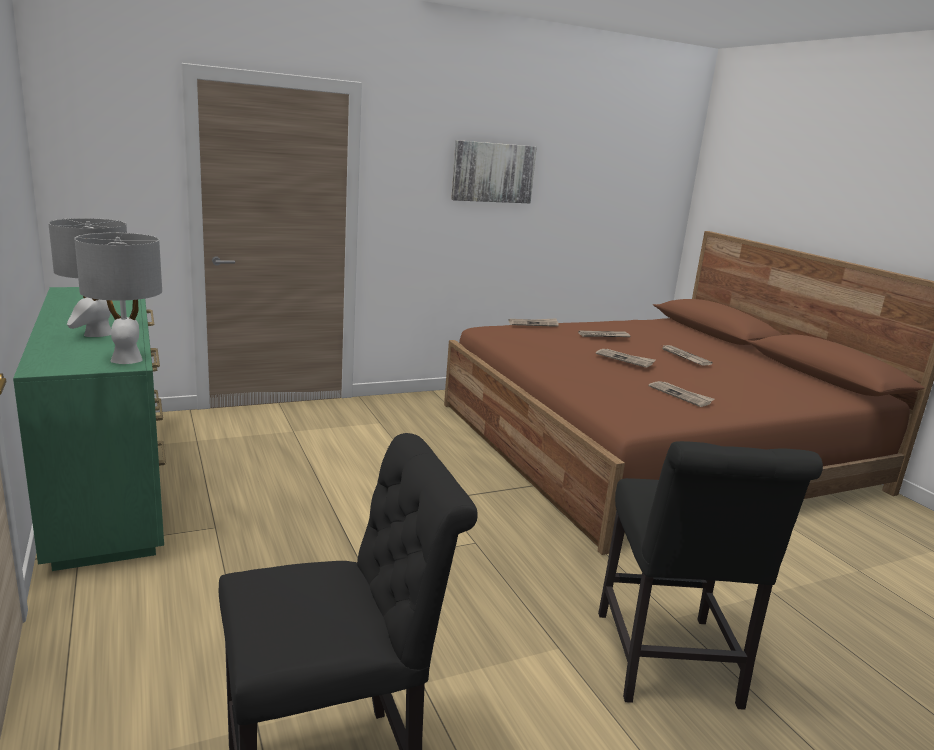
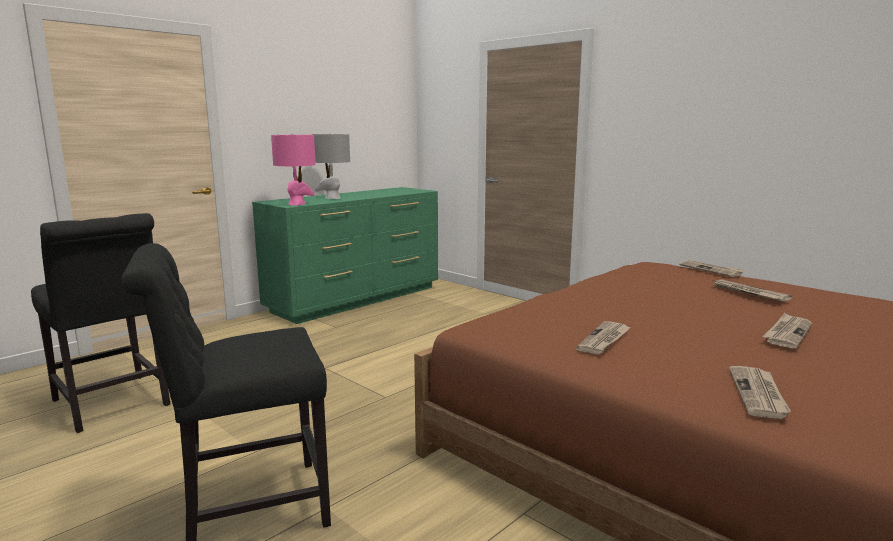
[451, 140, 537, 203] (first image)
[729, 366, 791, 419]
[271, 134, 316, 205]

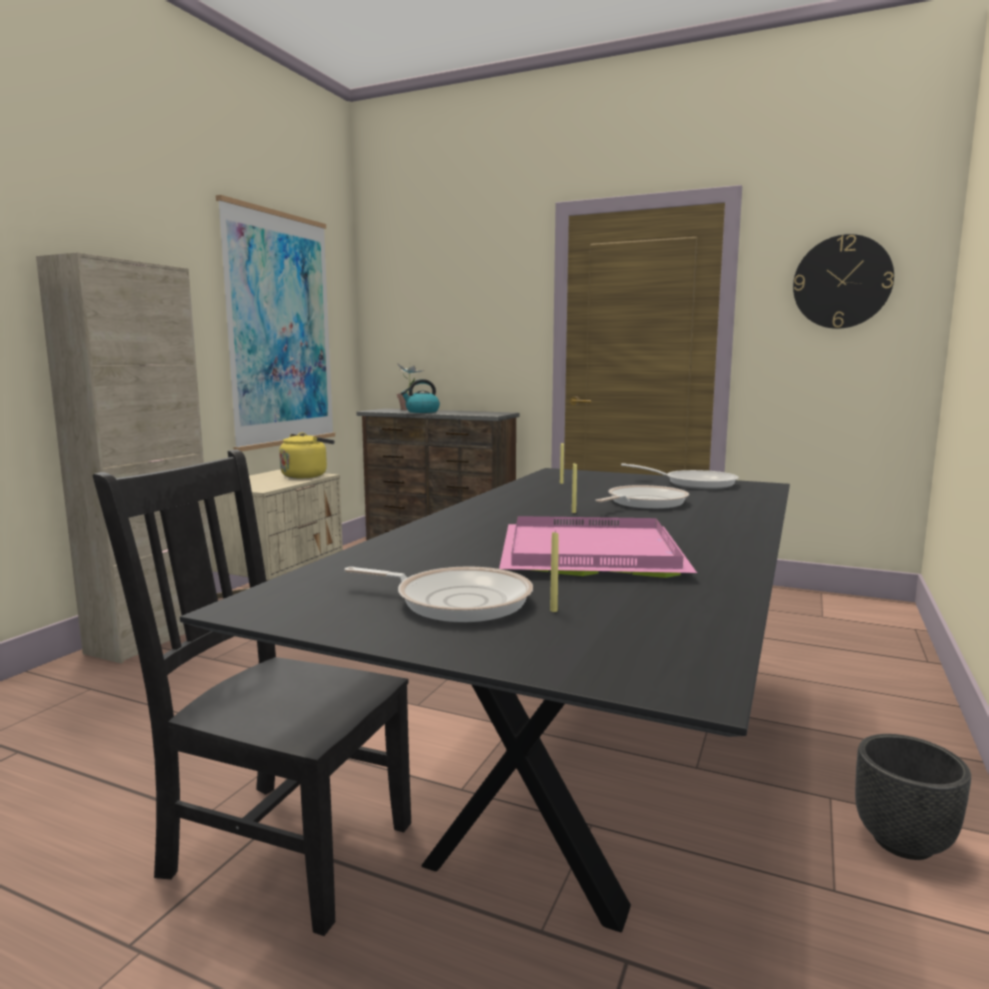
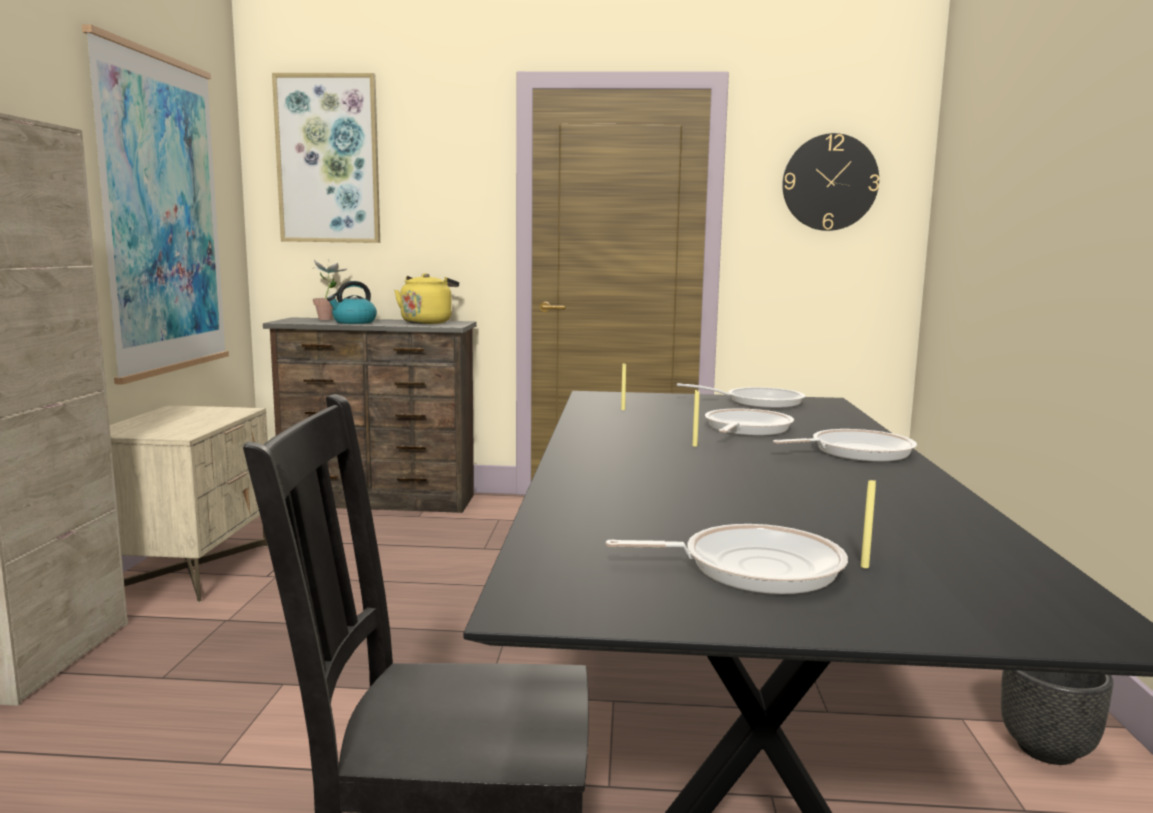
[499, 516, 697, 578] (first image)
[272, 73, 380, 243]
[773, 429, 917, 462]
[394, 273, 459, 324]

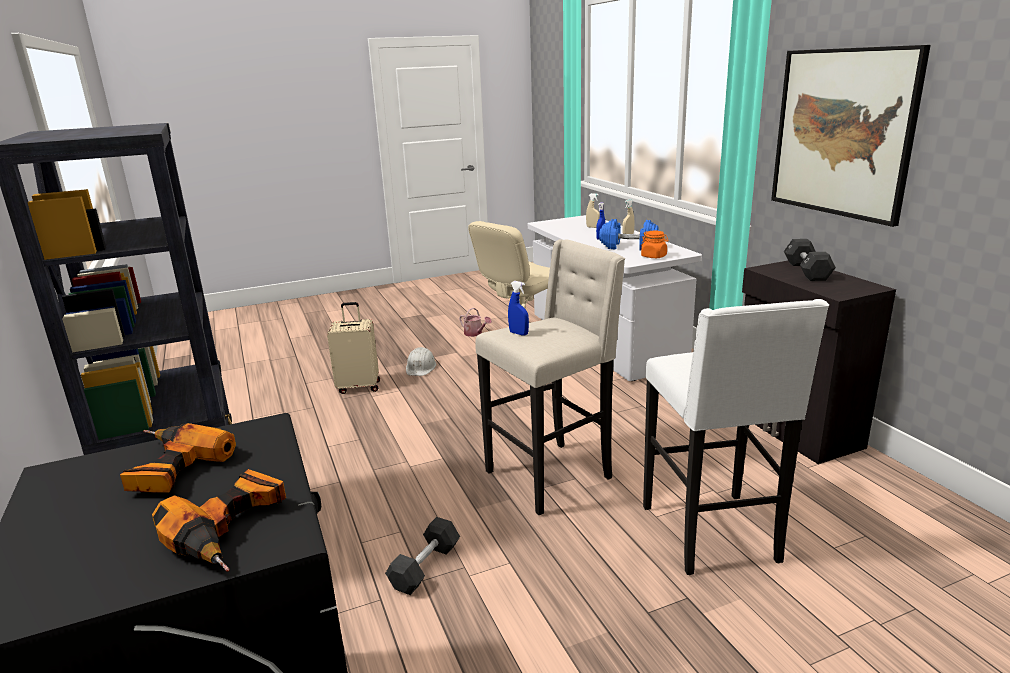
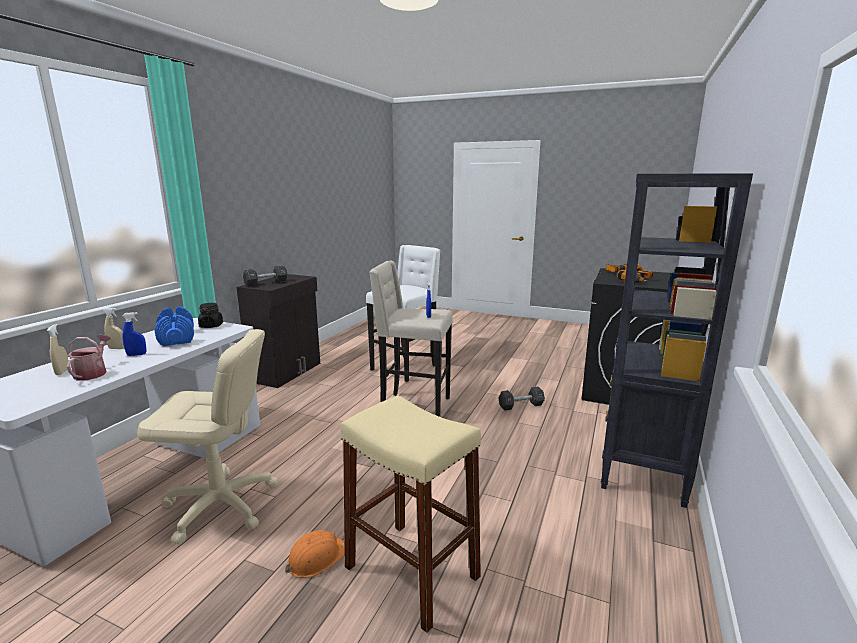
[771, 45, 931, 227] (first image)
[67, 335, 111, 381]
[340, 396, 481, 633]
[285, 530, 344, 578]
[198, 303, 223, 328]

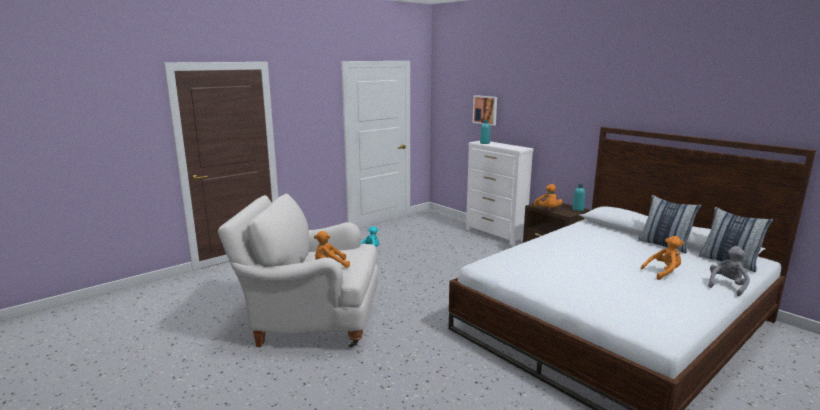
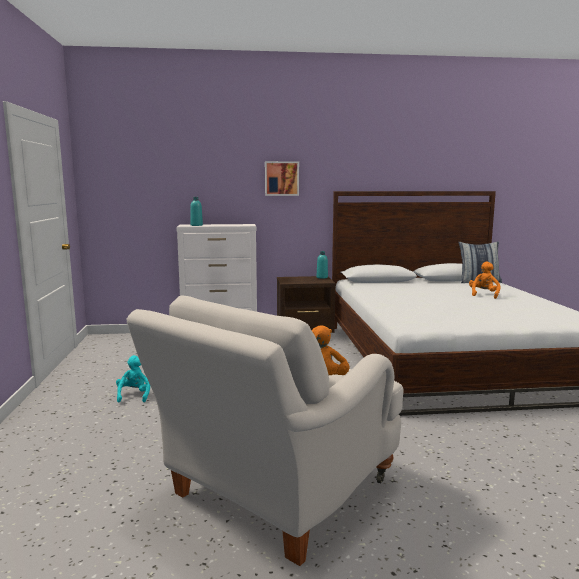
[534, 184, 562, 208] (first image)
[638, 195, 701, 253] (first image)
[708, 246, 750, 296] (first image)
[265, 161, 299, 196]

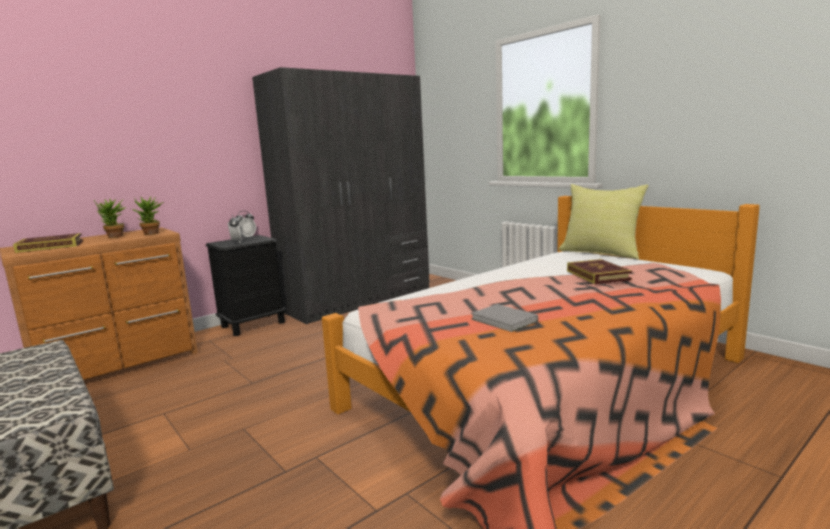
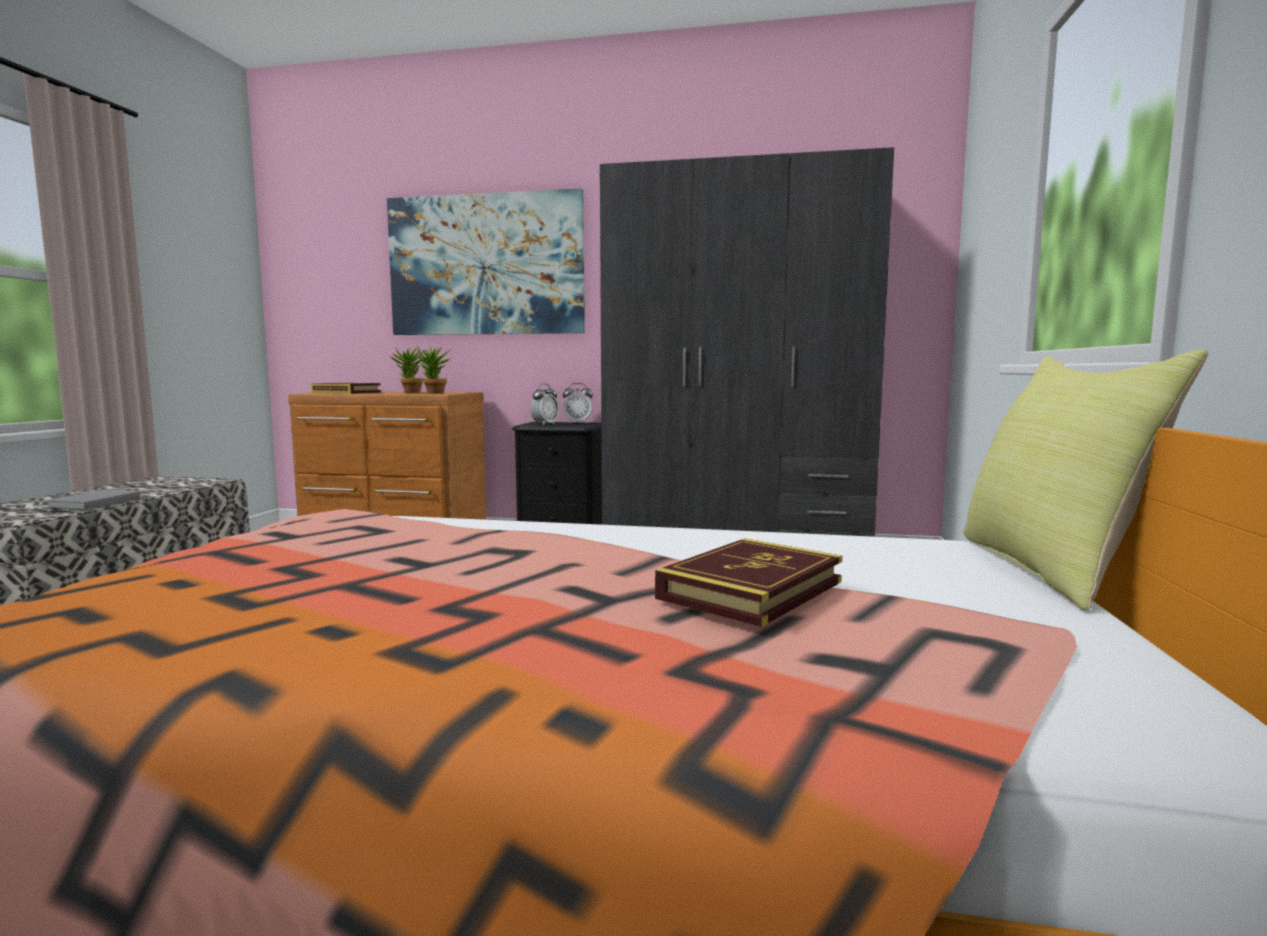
[387, 188, 585, 335]
[45, 490, 141, 510]

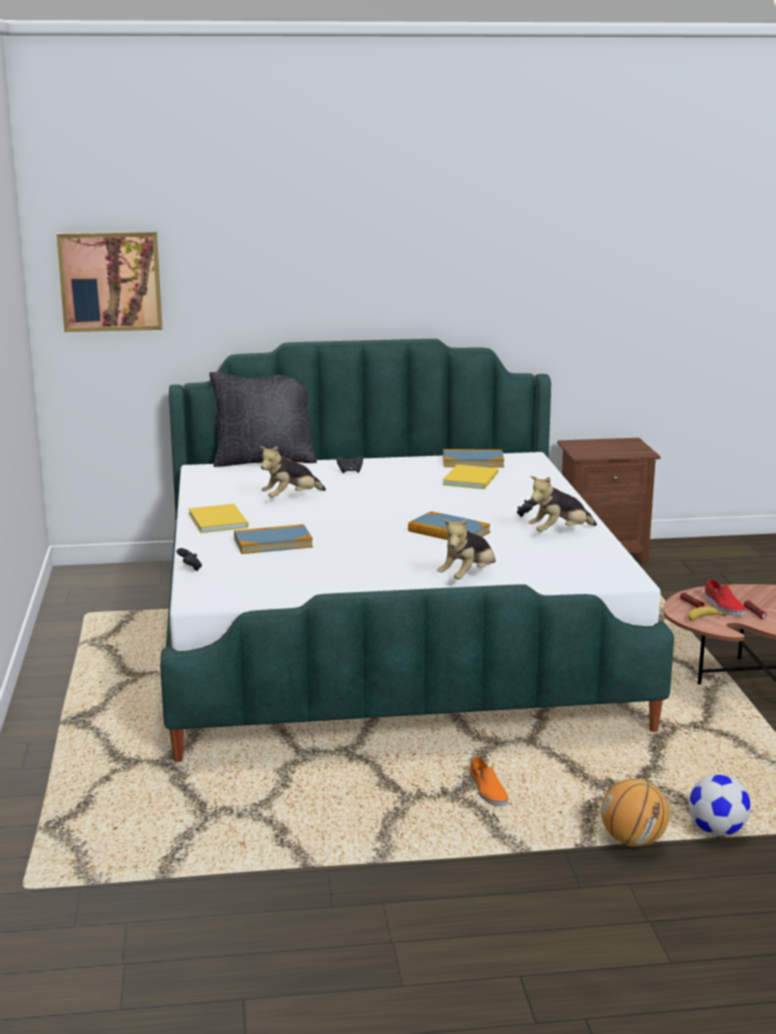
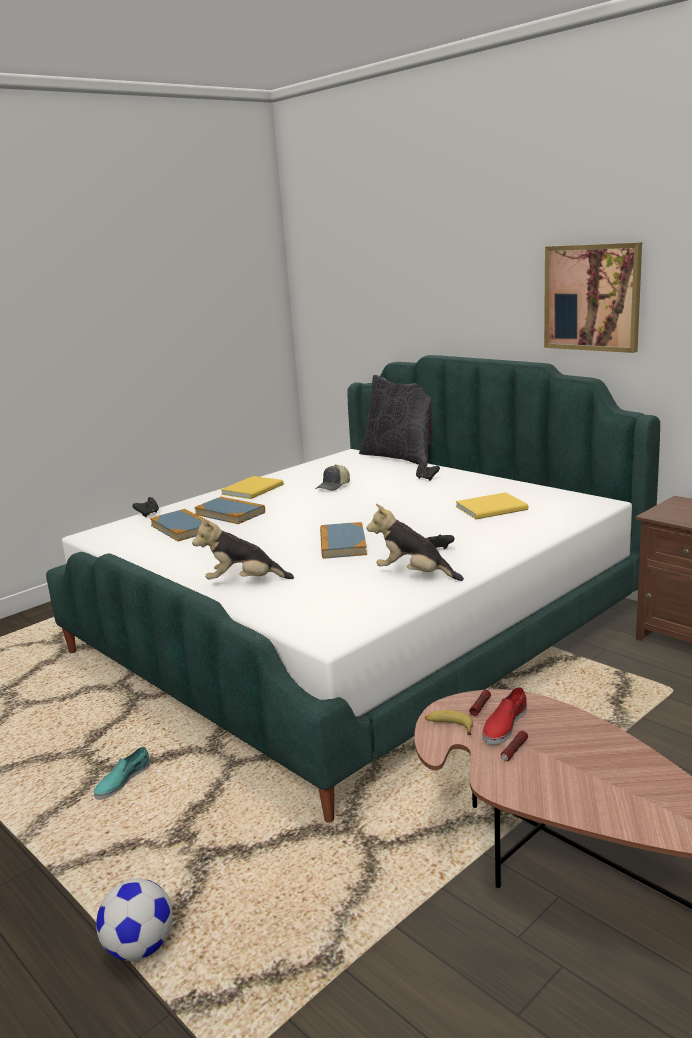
[601, 778, 669, 847] (first image)
[544, 242, 642, 353]
[150, 509, 210, 541]
[315, 464, 350, 491]
[94, 747, 150, 800]

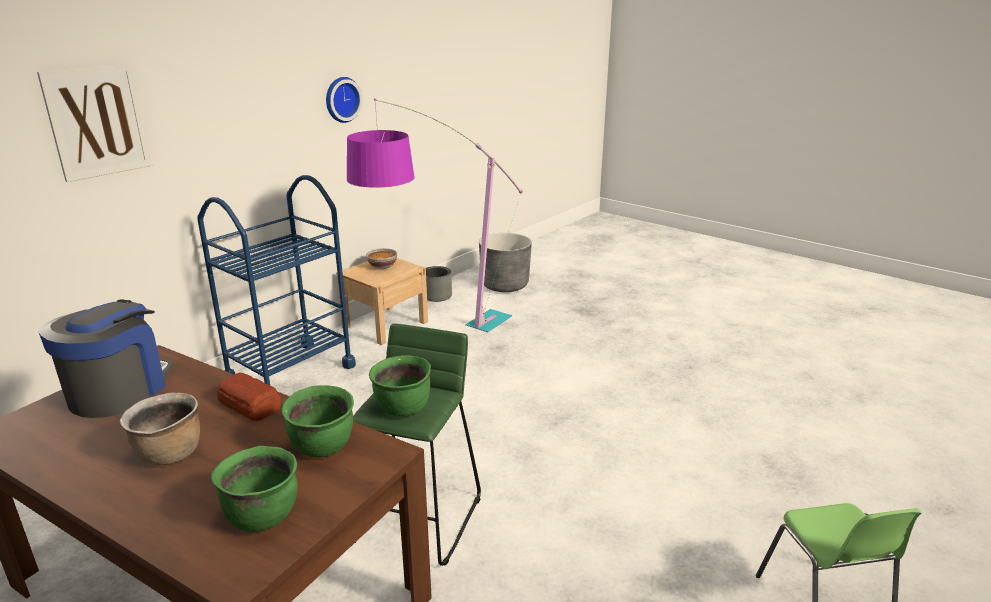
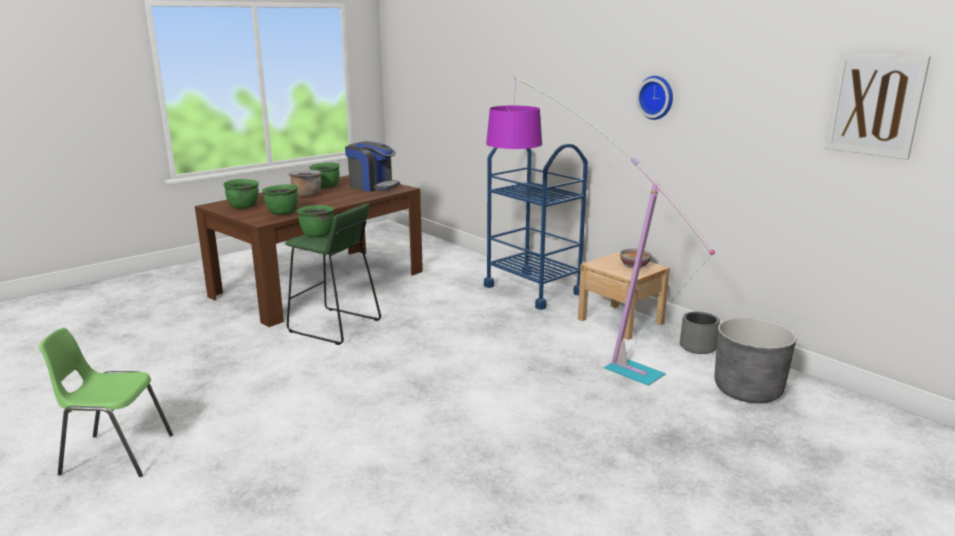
[217, 373, 281, 421] (first image)
[309, 163, 340, 189]
[825, 53, 931, 160]

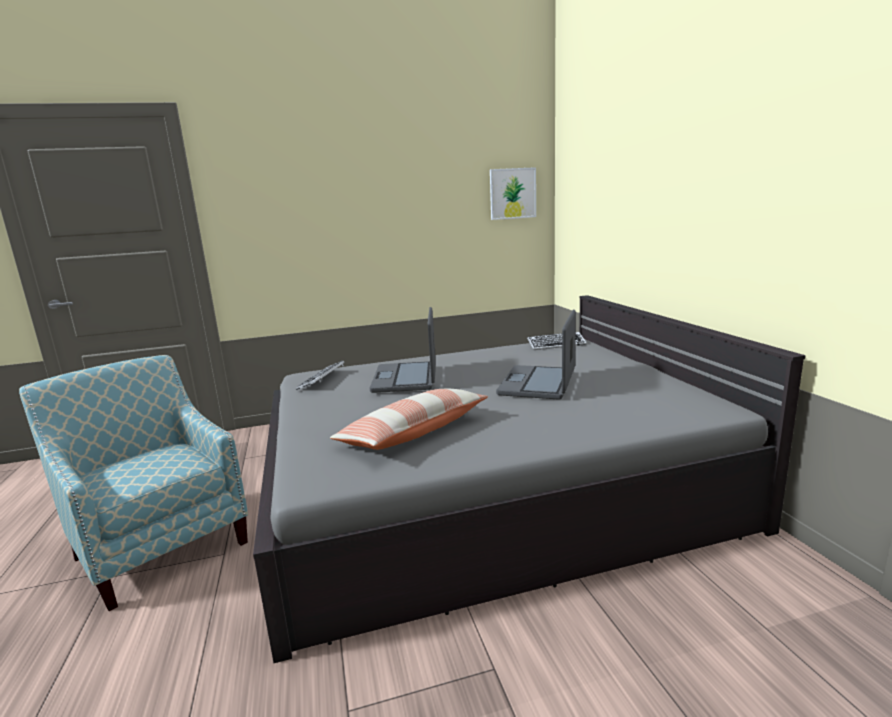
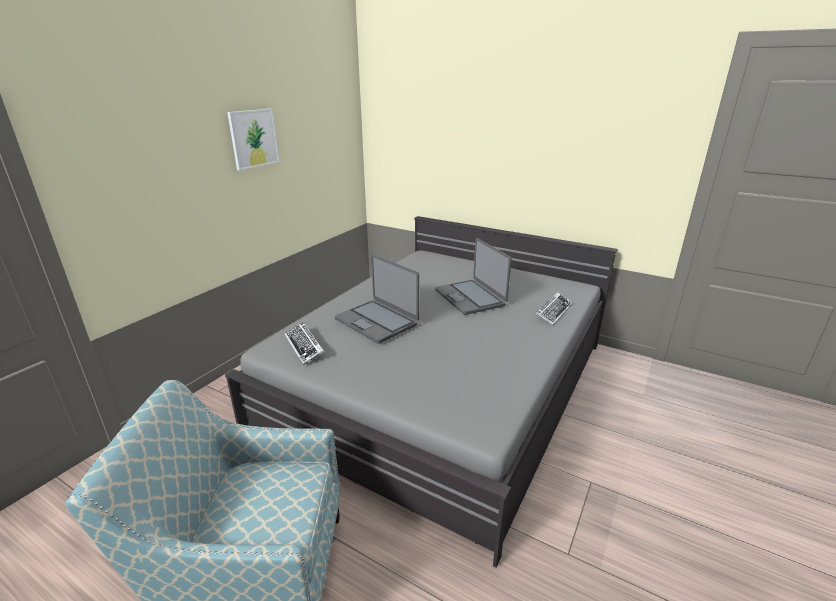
[330, 389, 488, 450] (first image)
[227, 109, 279, 171]
[536, 292, 573, 325]

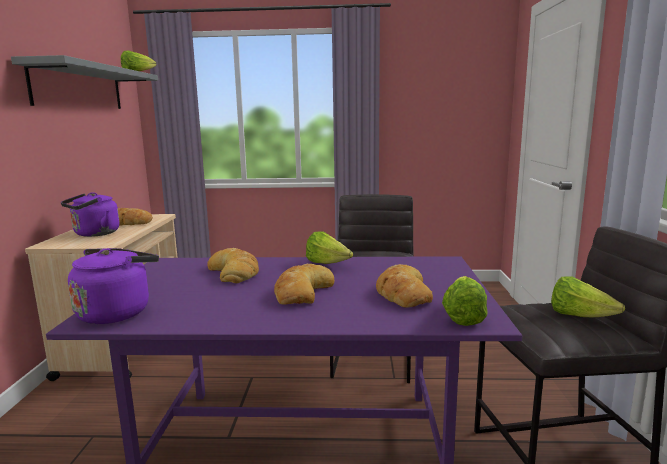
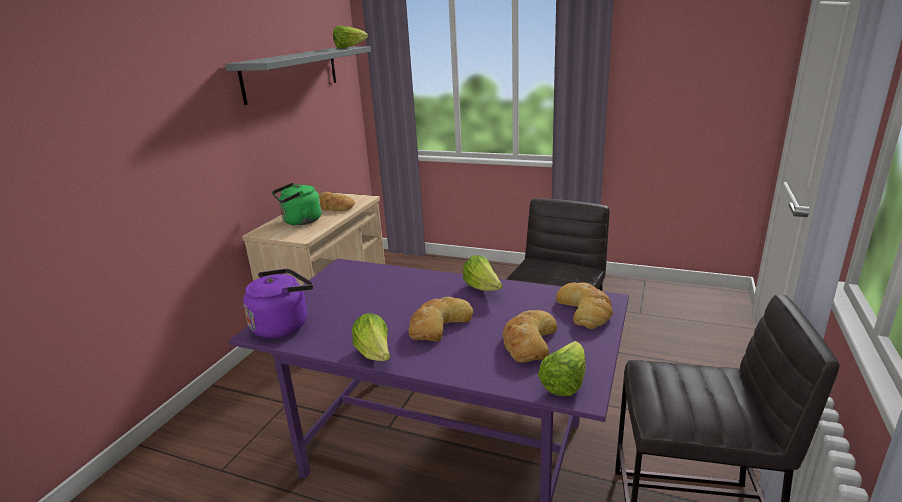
[556, 282, 613, 329]
[352, 313, 390, 361]
[272, 183, 321, 225]

